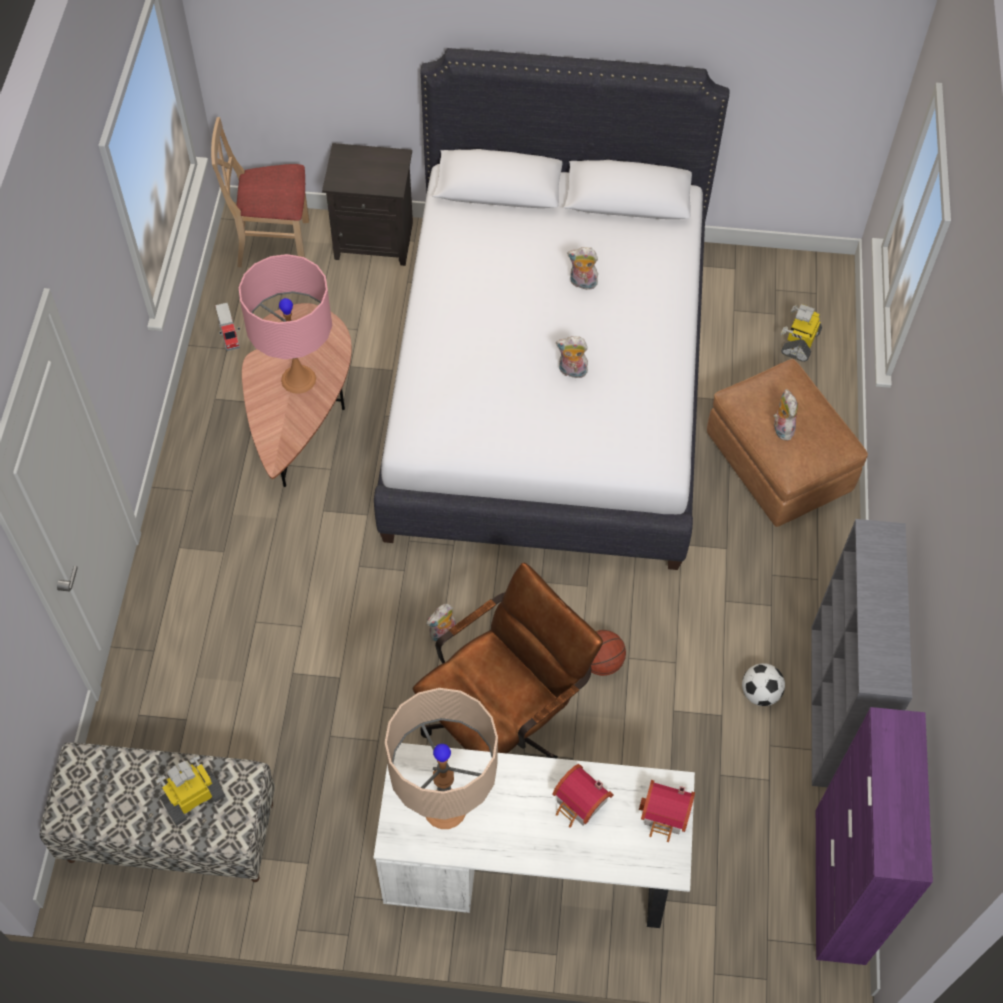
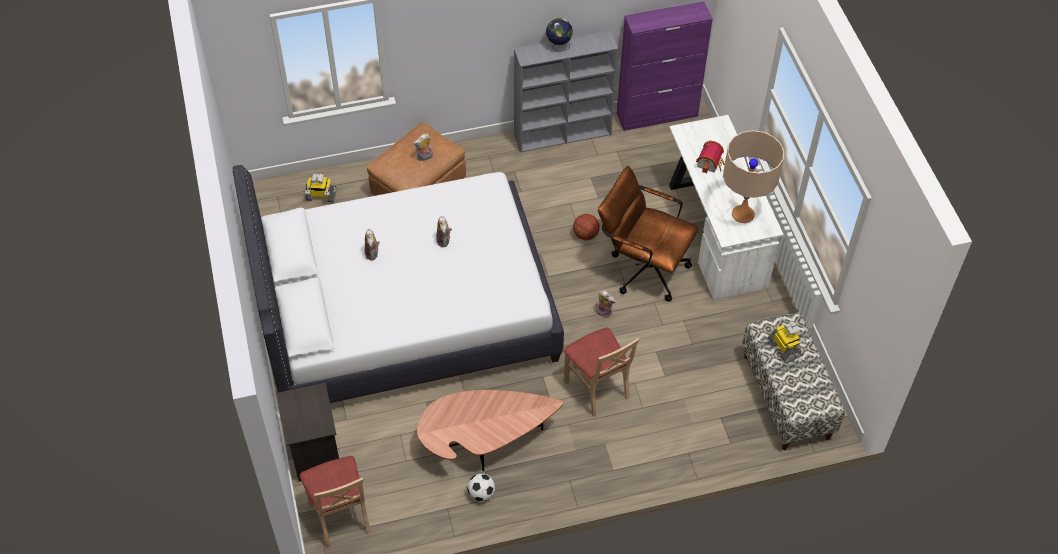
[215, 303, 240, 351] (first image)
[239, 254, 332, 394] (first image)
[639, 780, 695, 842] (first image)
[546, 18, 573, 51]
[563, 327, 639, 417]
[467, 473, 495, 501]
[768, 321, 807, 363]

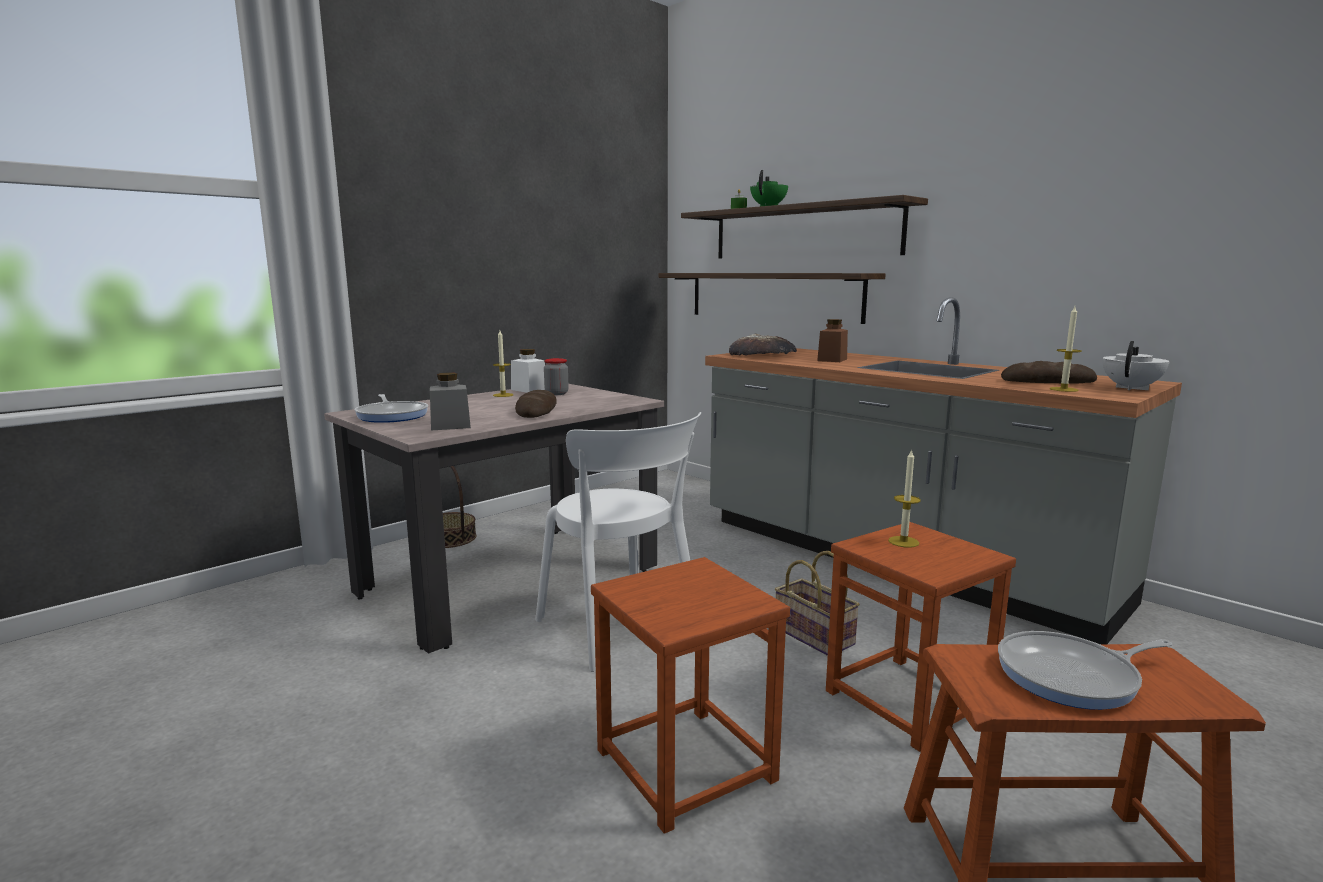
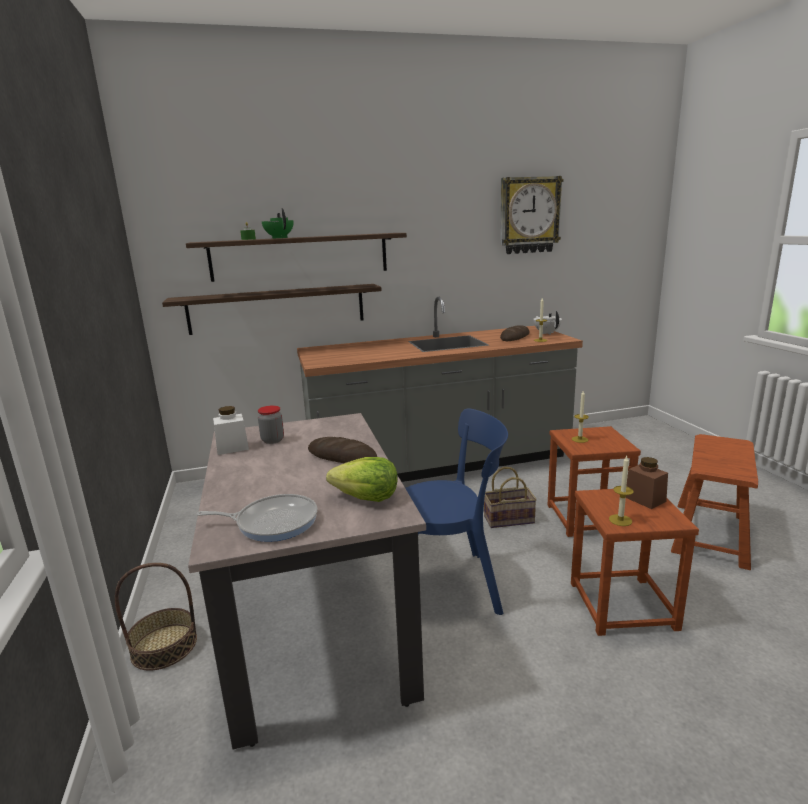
[729, 334, 797, 356] (first image)
[998, 631, 1172, 710] (first image)
[500, 176, 564, 254]
[609, 456, 634, 526]
[626, 457, 668, 509]
[326, 457, 398, 502]
[405, 408, 508, 615]

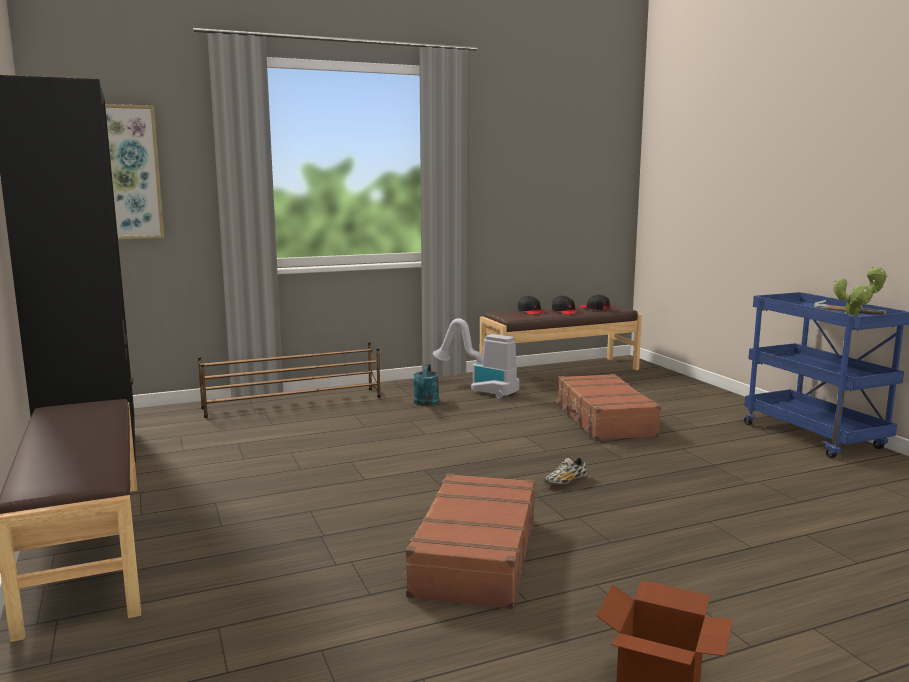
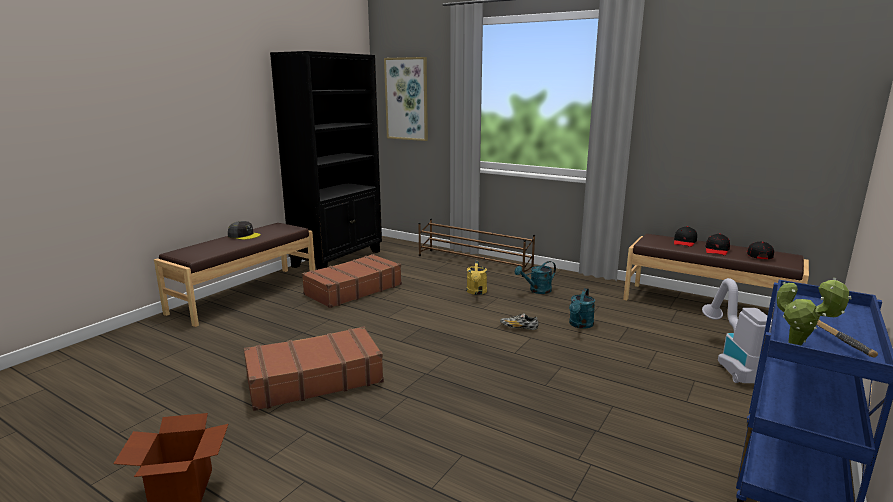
[228, 221, 261, 240]
[467, 260, 487, 295]
[569, 288, 595, 329]
[702, 278, 772, 383]
[500, 313, 539, 330]
[302, 254, 402, 308]

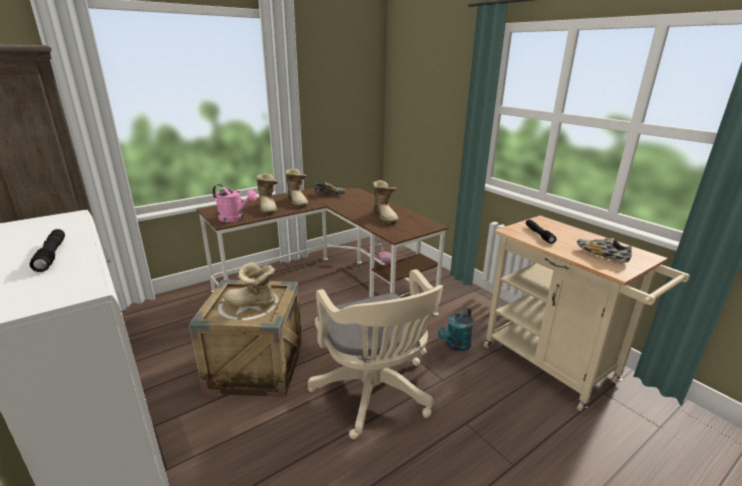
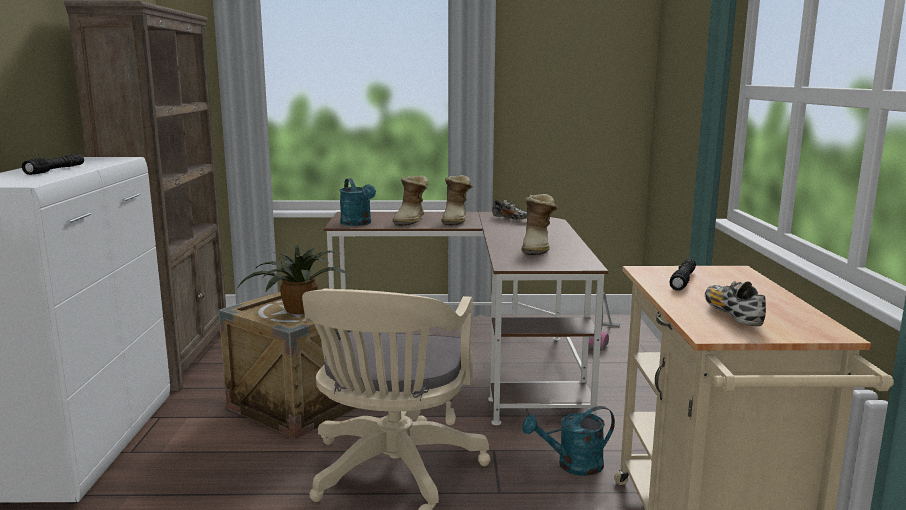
[237, 244, 353, 314]
[339, 178, 376, 226]

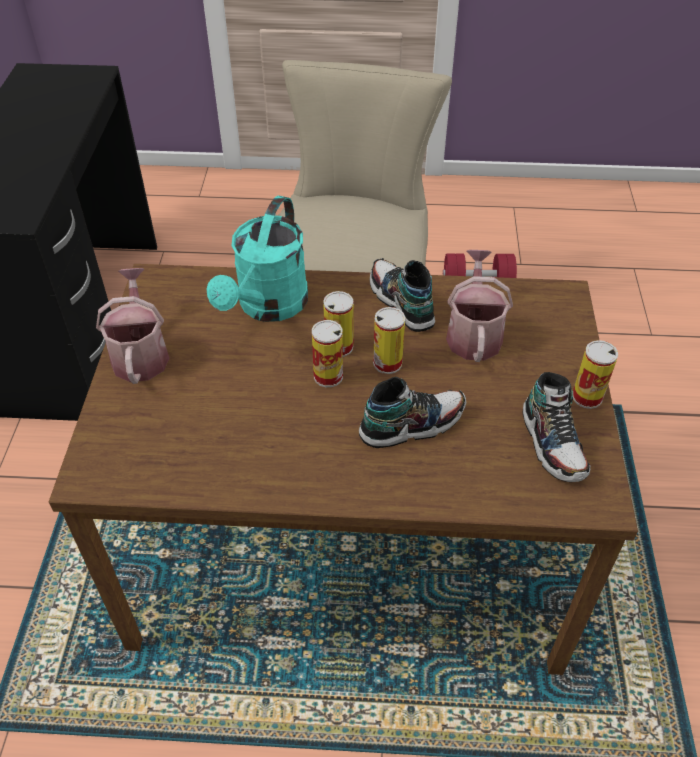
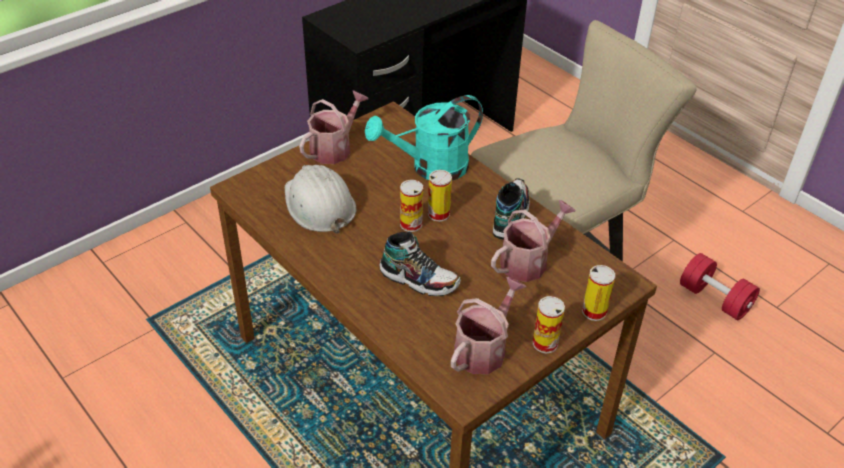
[285, 165, 356, 234]
[582, 265, 615, 321]
[451, 277, 526, 374]

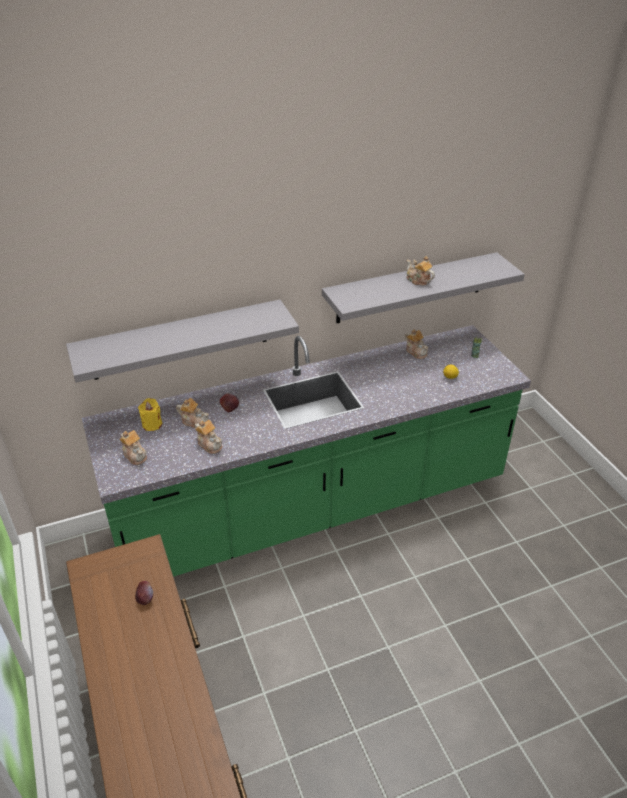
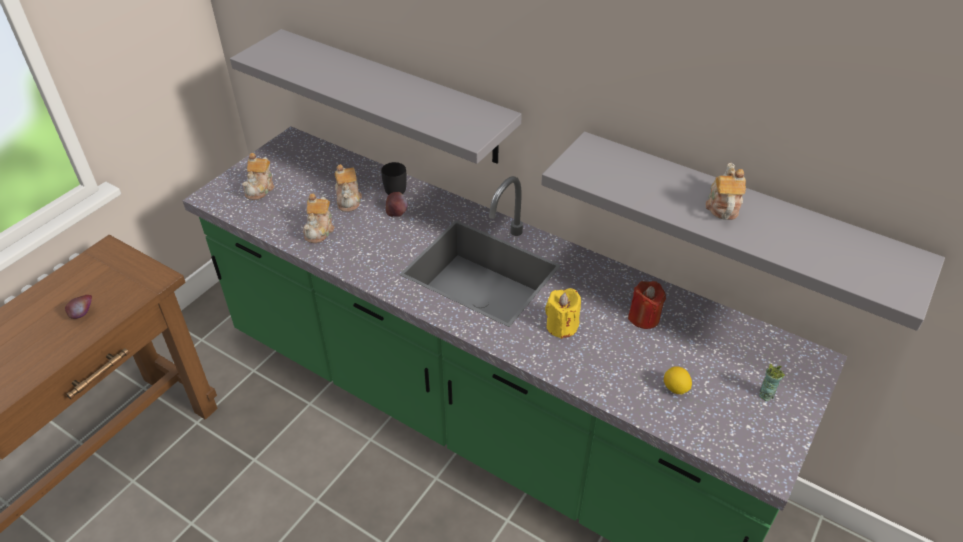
[405, 329, 428, 359] (first image)
[381, 162, 407, 195]
[628, 281, 666, 329]
[545, 288, 581, 339]

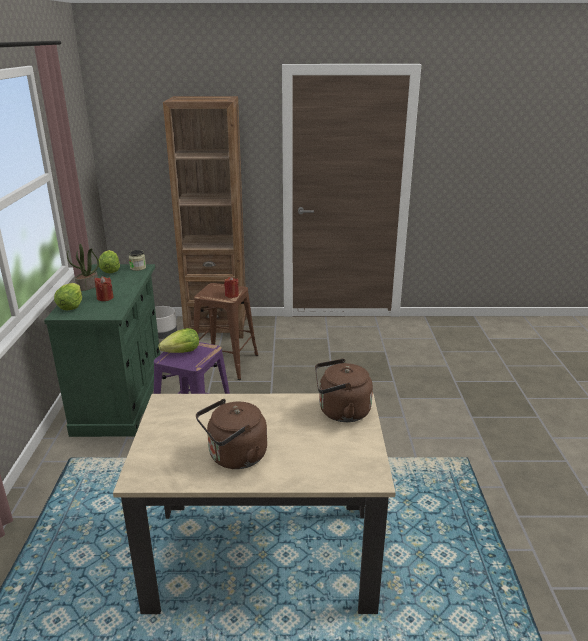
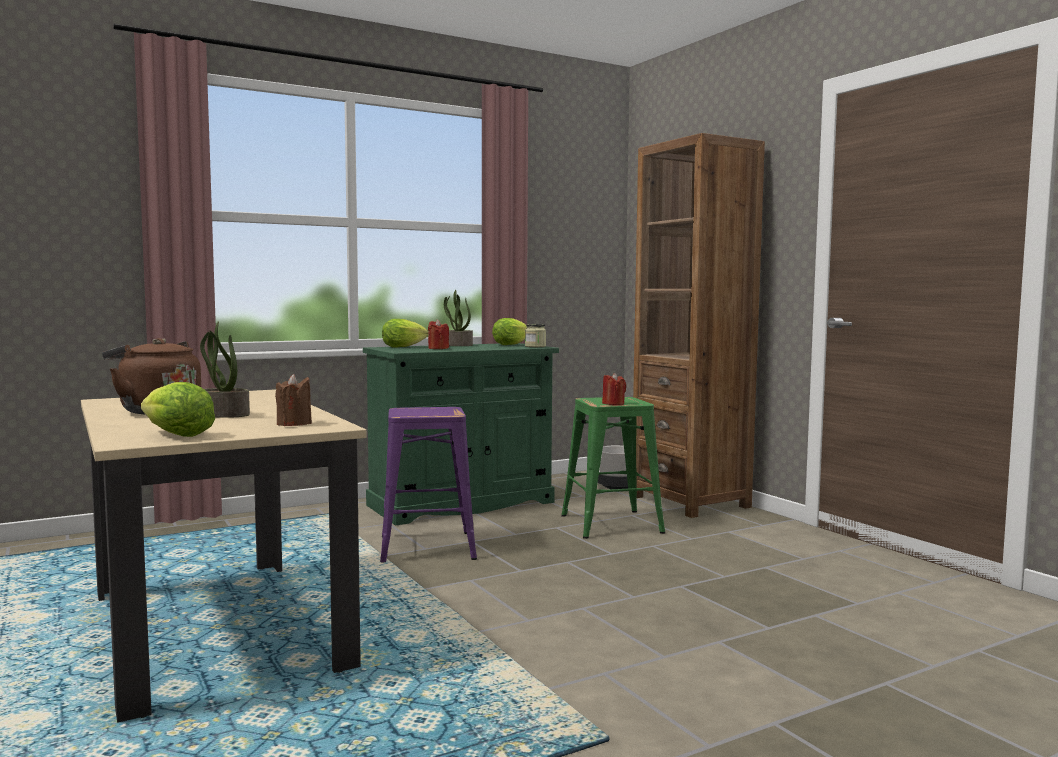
[200, 321, 250, 418]
[141, 382, 215, 437]
[275, 374, 312, 426]
[561, 397, 665, 539]

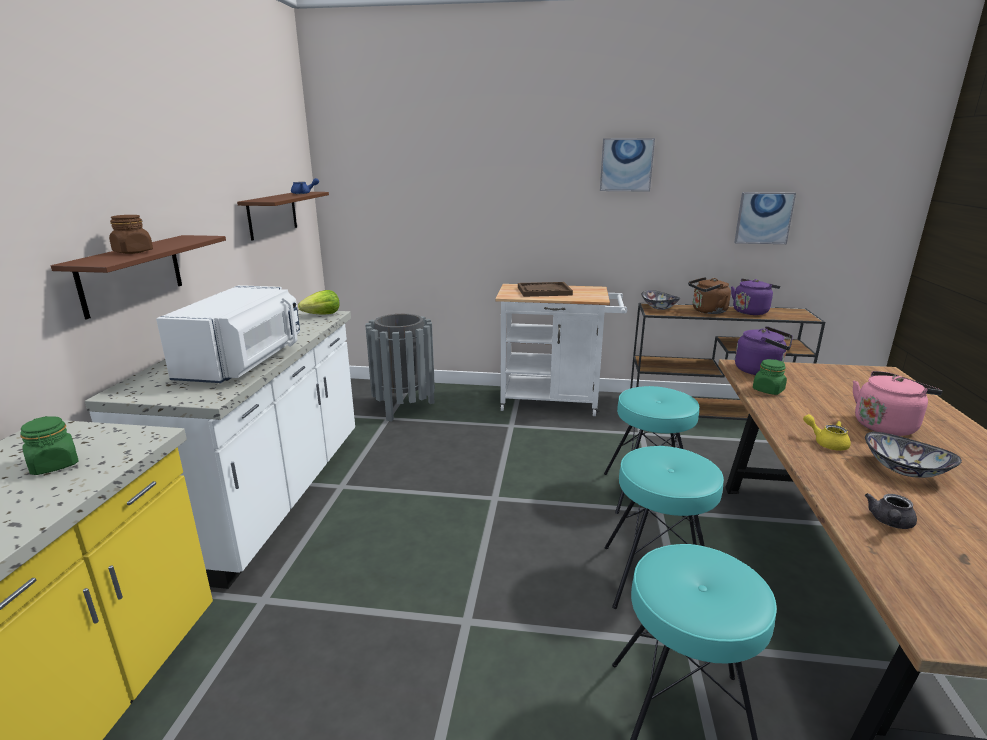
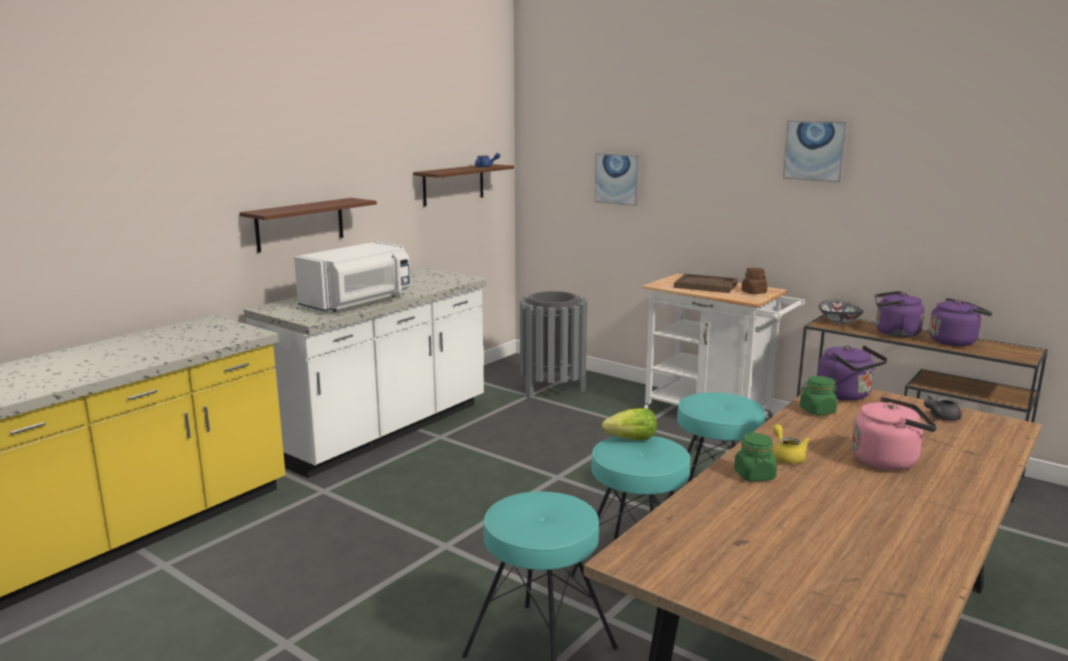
[865, 432, 962, 478] (first image)
[734, 432, 777, 481]
[741, 268, 768, 294]
[602, 408, 657, 440]
[595, 153, 640, 206]
[924, 395, 962, 421]
[875, 291, 925, 337]

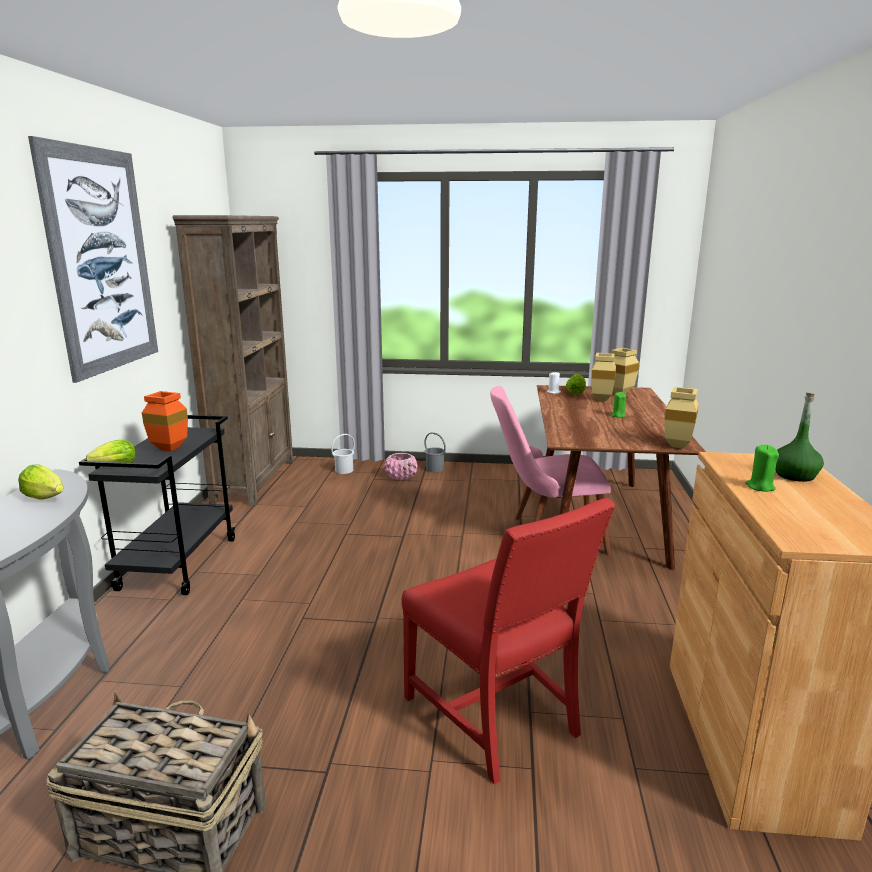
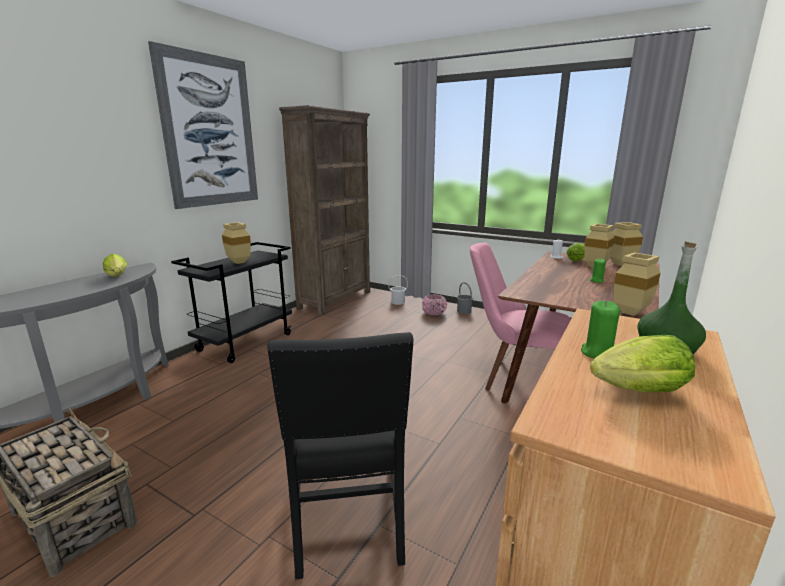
[590, 335, 695, 392]
[222, 222, 251, 264]
[267, 332, 413, 579]

